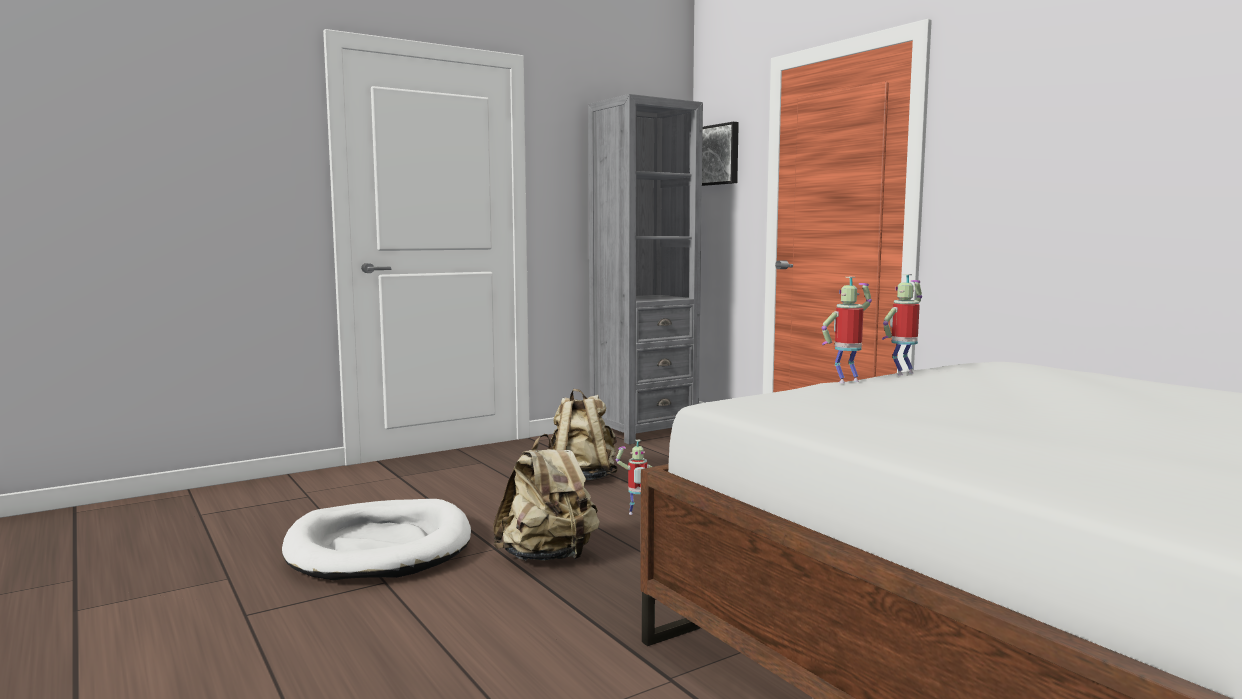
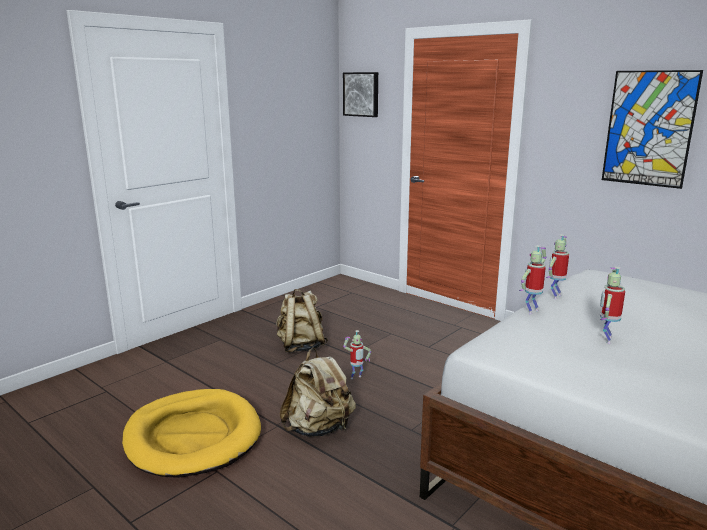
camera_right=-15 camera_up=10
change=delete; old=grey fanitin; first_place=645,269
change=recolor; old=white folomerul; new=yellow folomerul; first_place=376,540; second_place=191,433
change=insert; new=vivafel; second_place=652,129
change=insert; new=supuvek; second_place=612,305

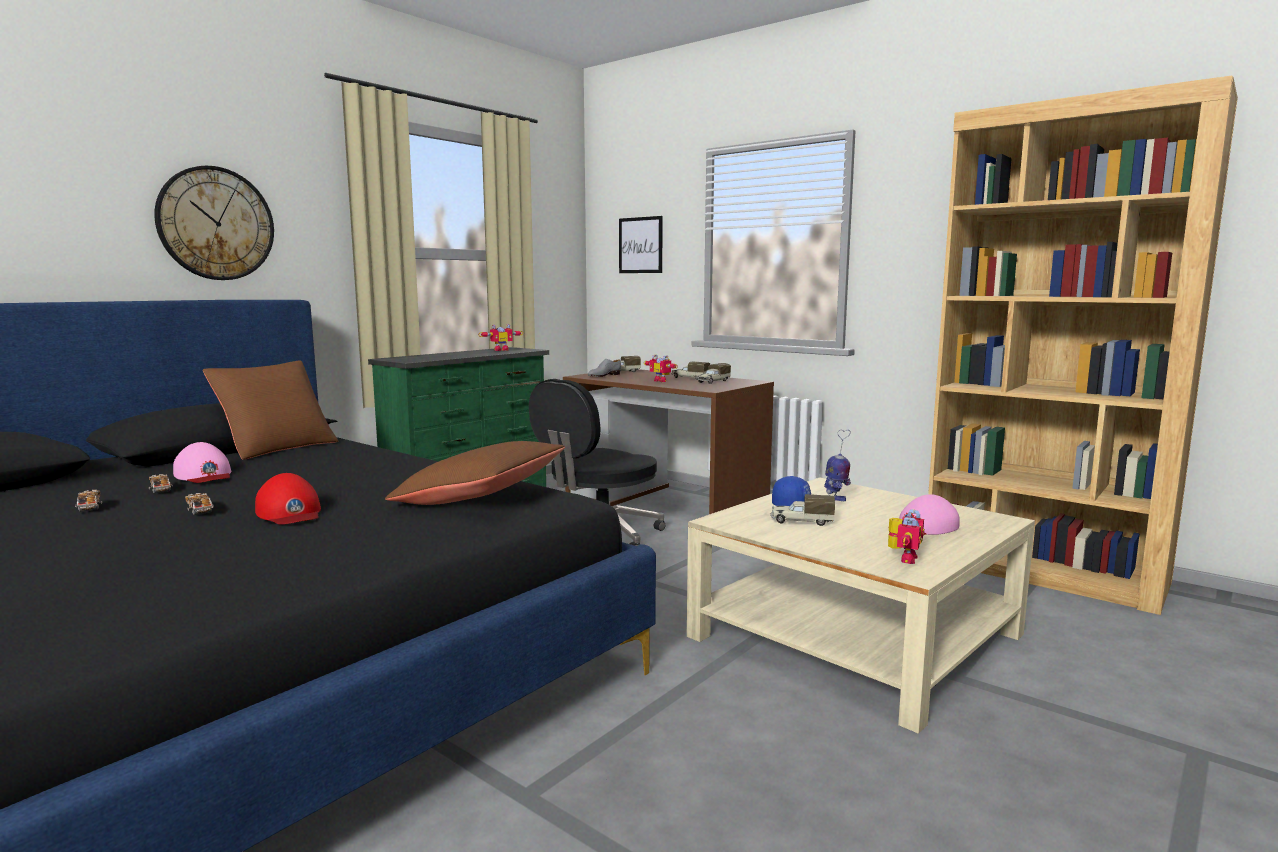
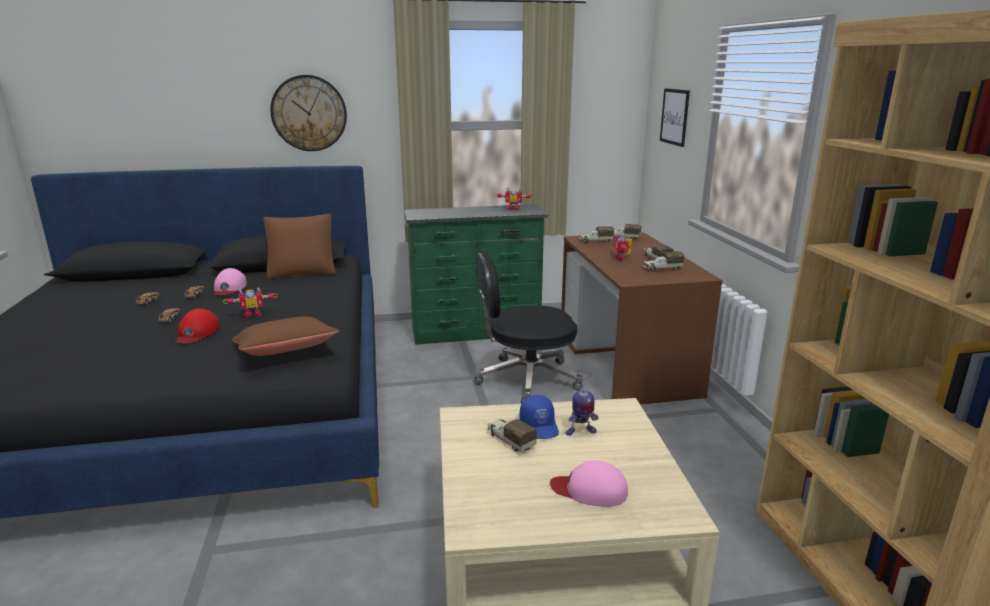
camera_right=40 camera_up=10
change=replace; old=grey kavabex; new=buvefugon; first_place=604,368; second_place=596,234
change=move; old=supuvek; first_place=906,536; second_place=250,302

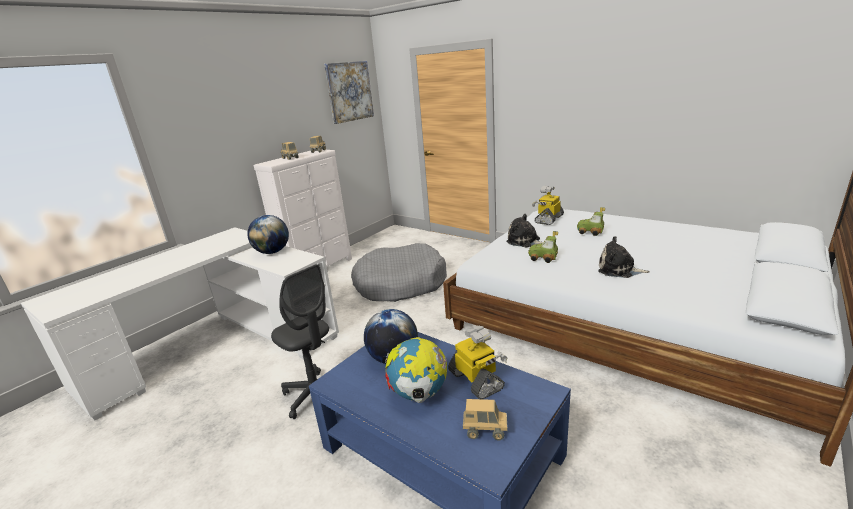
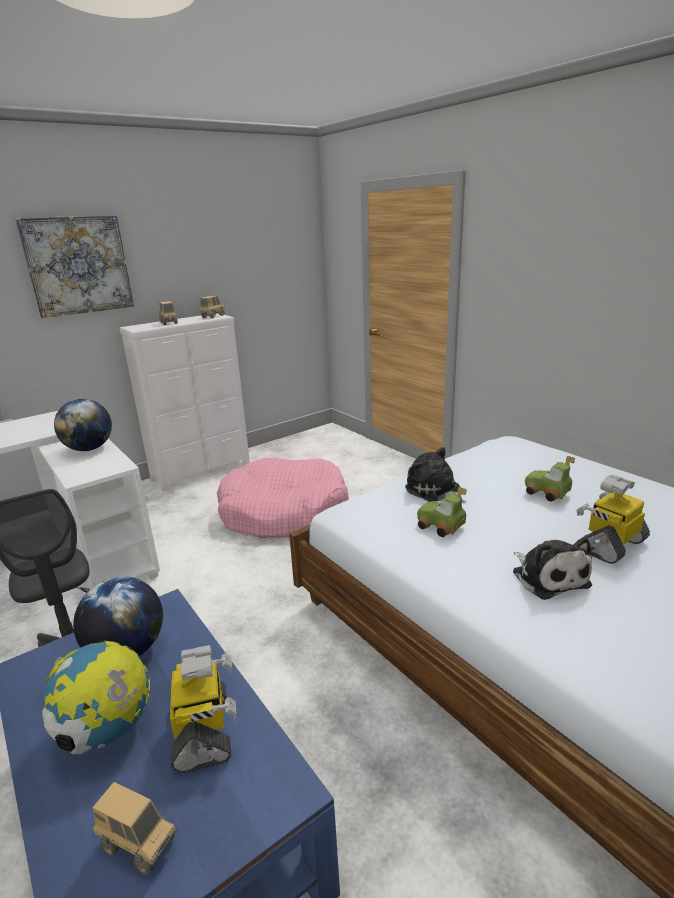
camera_right=15 camera_up=0
change=move; old=vivafel; first_place=349,92; second_place=74,266
change=move; old=supuvek; first_place=548,205; second_place=613,519
change=rotate; old=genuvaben; first_place=624,257; second_place=552,568; degrees=-150
change=recolor; old=grey folomerul; new=pink folomerul; first_place=399,272; second_place=283,498

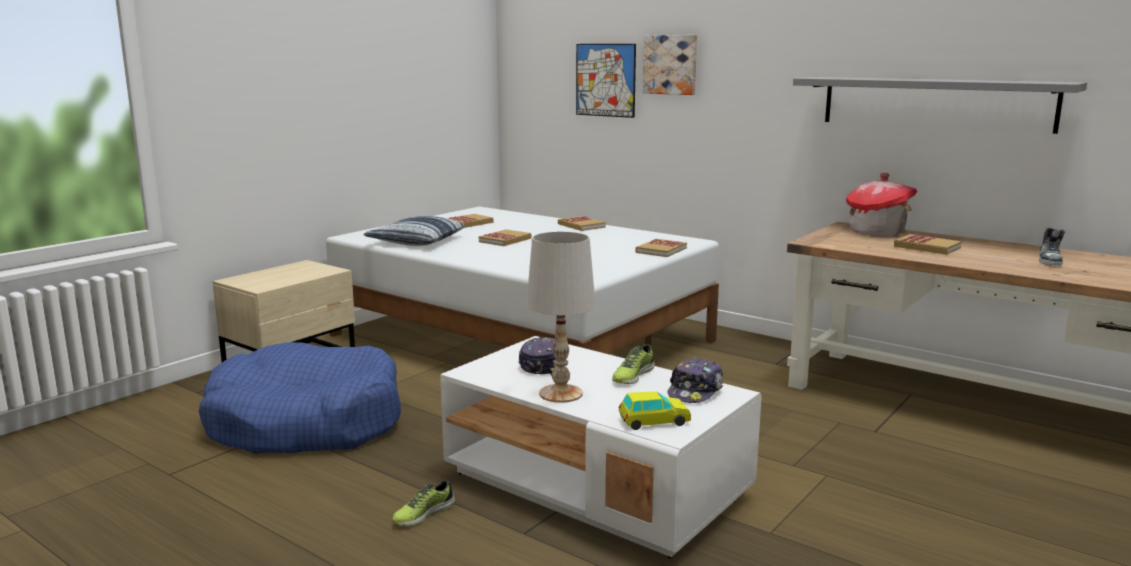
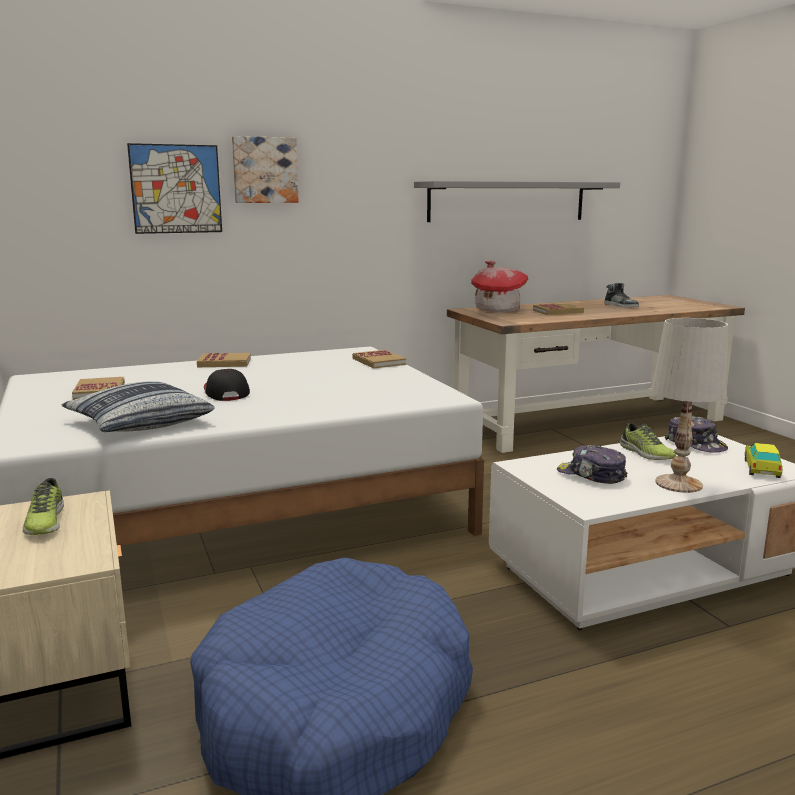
camera_right=-60 camera_up=0
change=replace; old=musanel; new=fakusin; first_place=505,237; second_place=227,385
change=move; old=kavabex; first_place=423,503; second_place=43,506

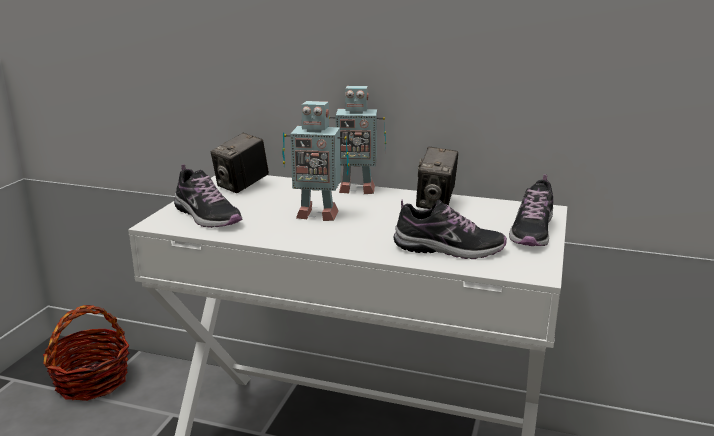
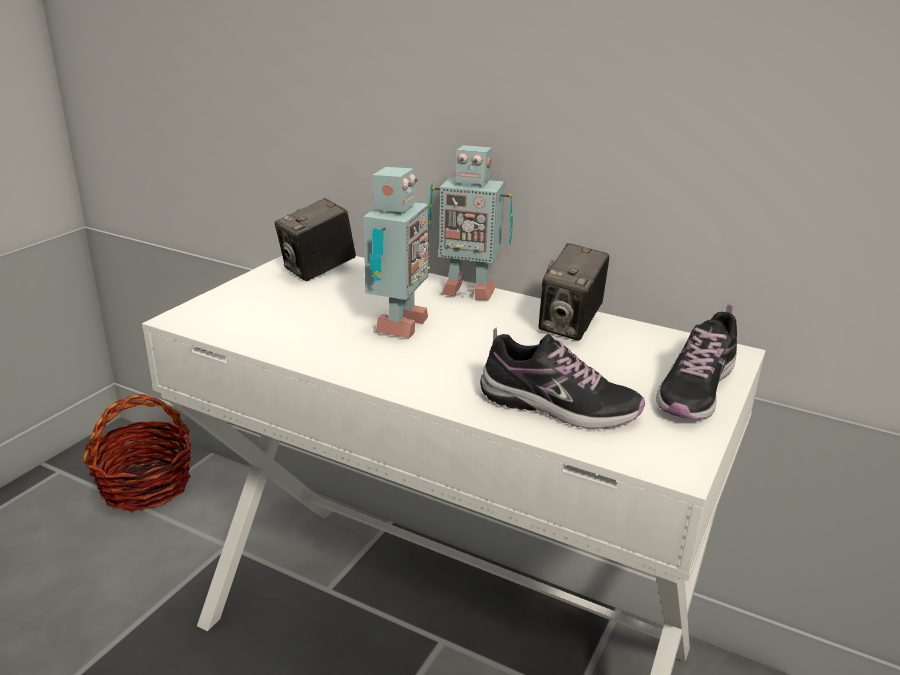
camera_right=10 camera_up=5
change=rotate; old=supuvek; first_place=315,161; second_place=396,252; degrees=-90
change=delete; old=kavabex; first_place=208,196

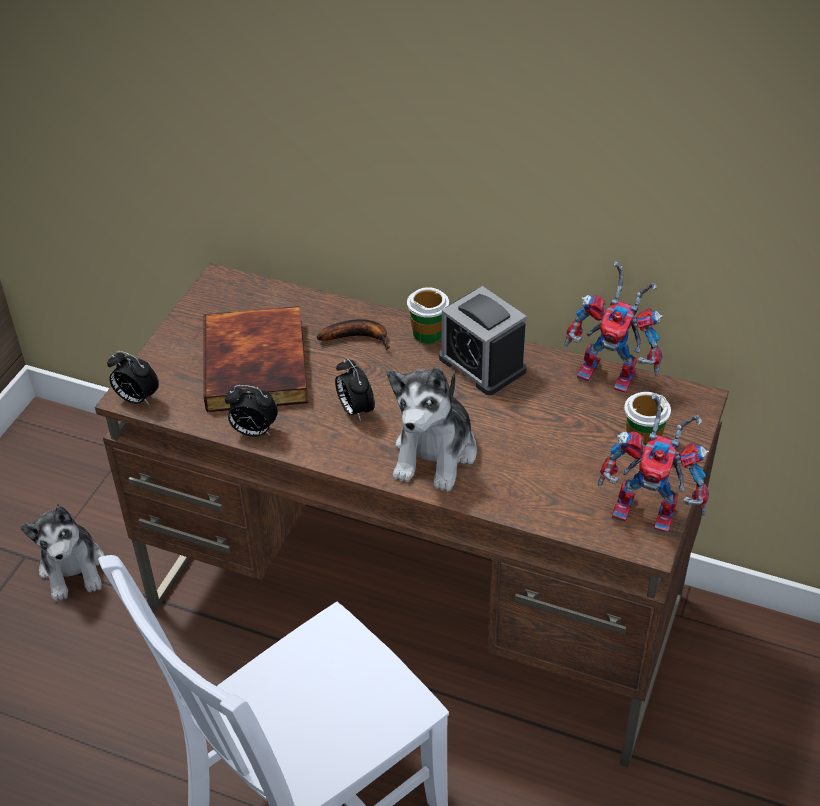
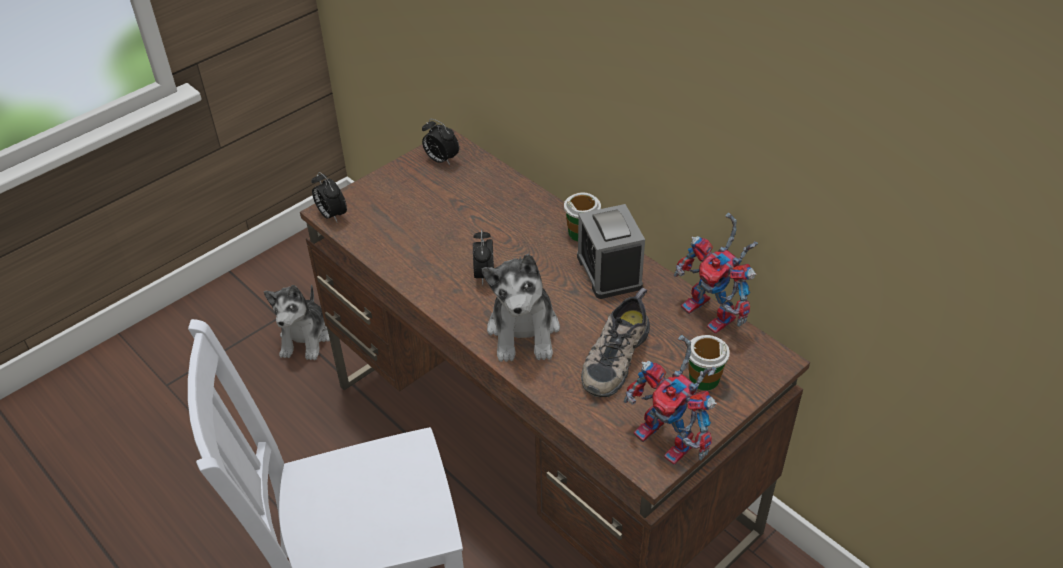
camera_right=25 camera_up=0
change=delete; old=musanel; first_place=256,359
change=delete; old=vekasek; first_place=353,334
change=rotate; old=genuvaben; first_place=432,429; second_place=521,308; degrees=-45
change=move; old=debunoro; first_place=251,411; second_place=440,142
change=insert; new=kavabex; second_place=615,342

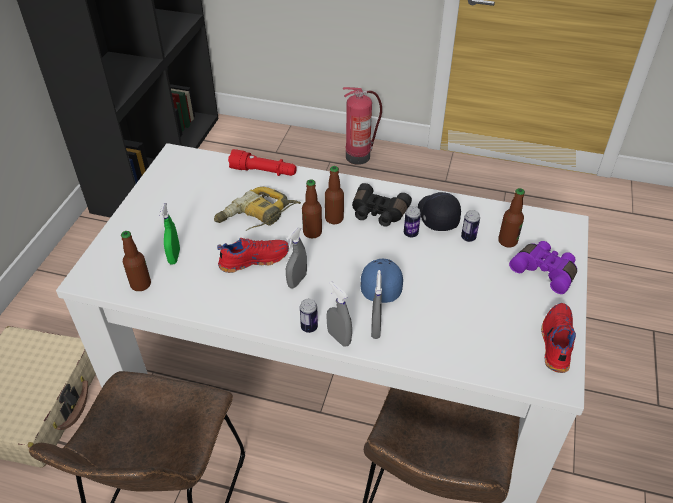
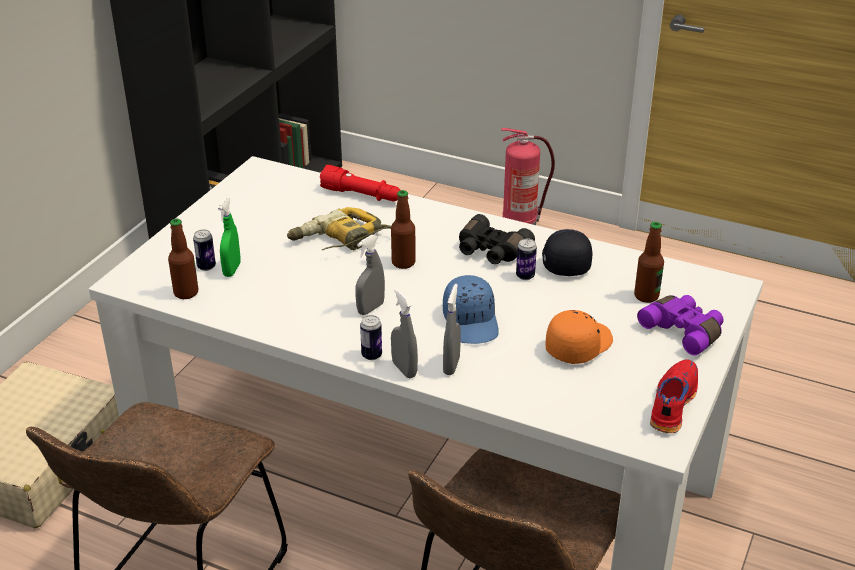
camera_right=10 camera_up=-10
change=delete; old=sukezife; first_place=334,195
change=move; old=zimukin; first_place=470,226; second_place=204,250
change=delete; old=red kavabex; first_place=253,255
change=rotate; old=blue fakusin; first_place=382,281; second_place=471,309; degrees=150
change=insert; new=orange fakusin; second_place=579,337

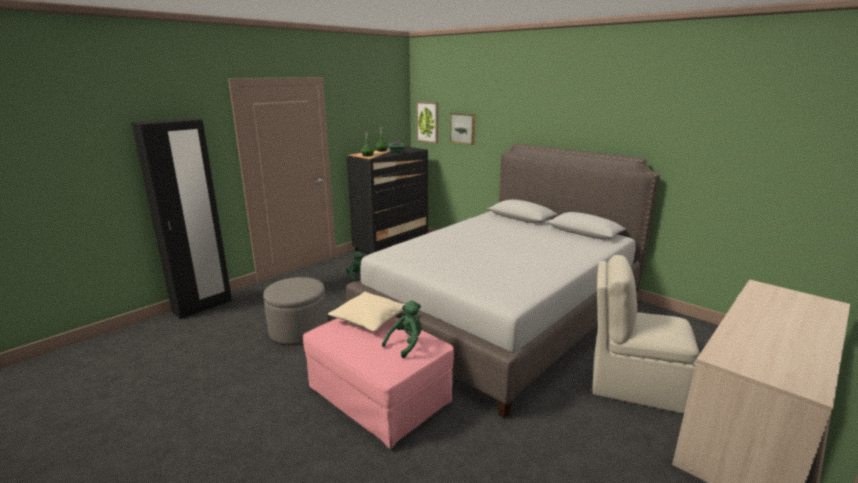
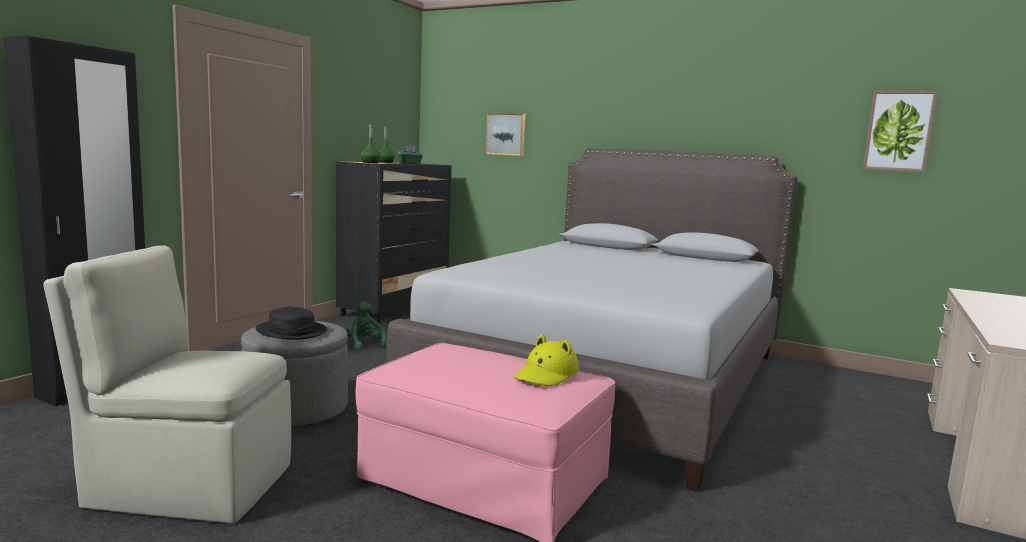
camera_right=-15 camera_up=-10
change=move; old=vivafel; first_place=427,122; second_place=900,131
change=move; old=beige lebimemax; first_place=646,334; second_place=167,384
change=delete; old=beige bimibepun; first_place=366,311
change=replace; old=green genuvaben; new=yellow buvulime; first_place=402,329; second_place=546,360
change=insert; new=black buvulime; second_place=292,323

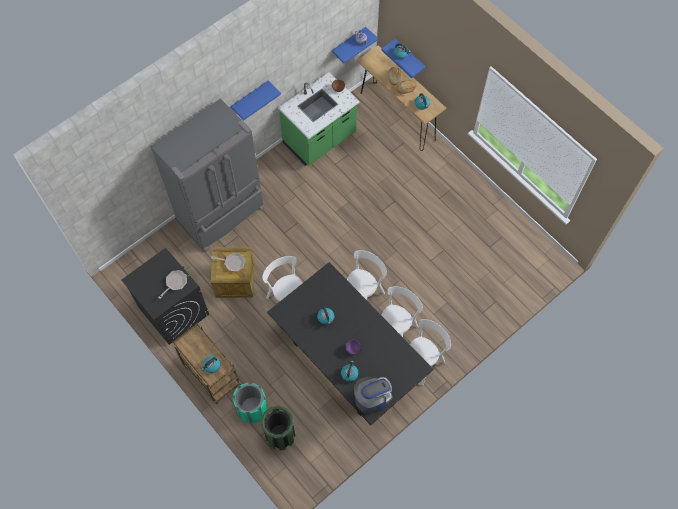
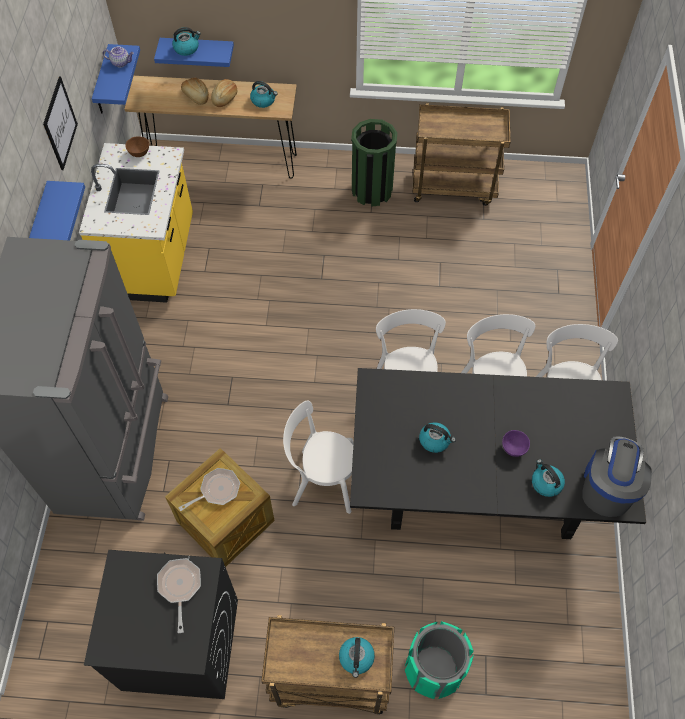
camera_right=-45 camera_up=-5
change=recolor; old=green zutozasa; new=yellow zutozasa; first_place=319,119; second_place=136,223
change=move; old=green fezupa; first_place=278,428; second_place=374,163
change=insert; new=vivafel; second_place=60,123
change=insert; new=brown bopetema; second_place=461,154

